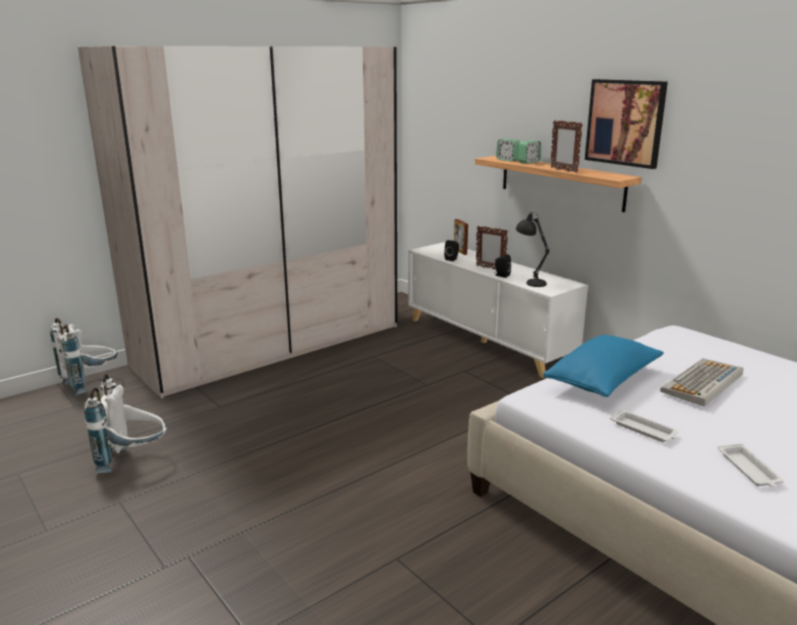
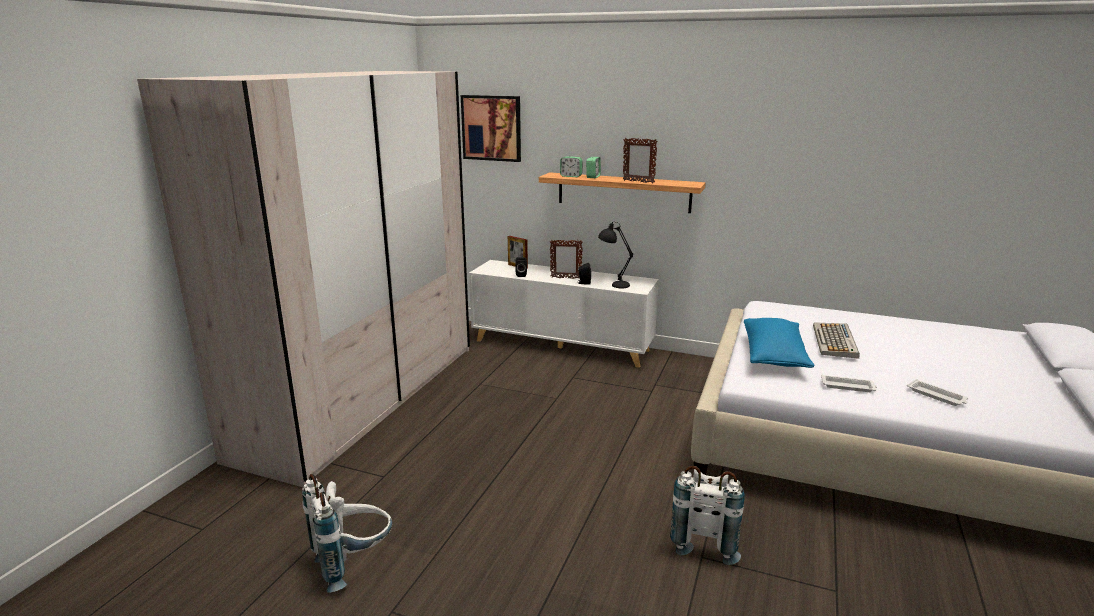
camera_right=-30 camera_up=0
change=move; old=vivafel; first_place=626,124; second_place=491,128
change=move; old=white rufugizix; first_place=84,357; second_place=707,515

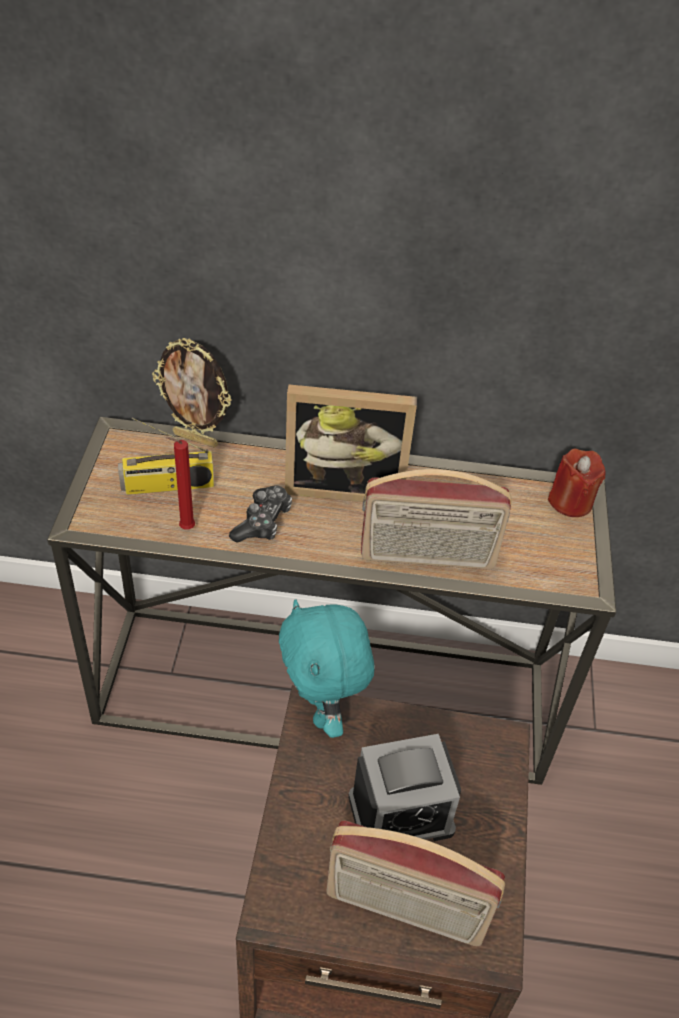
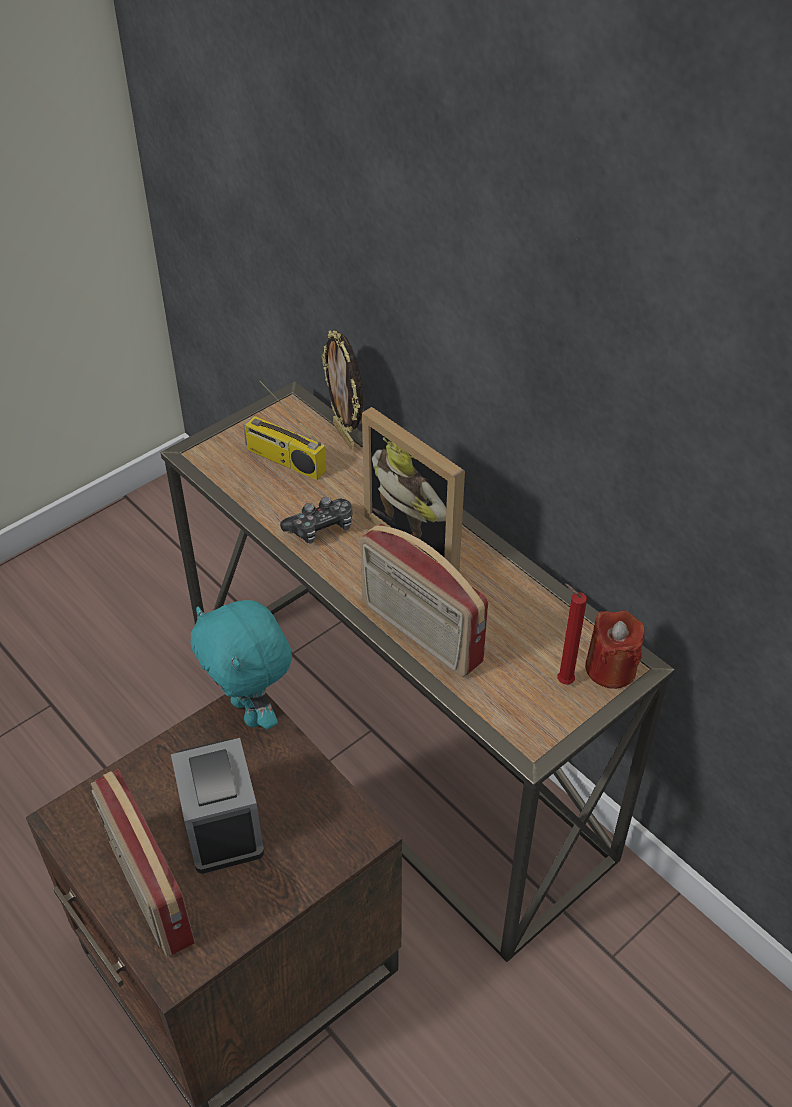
camera_right=45 camera_up=0
change=move; old=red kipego; first_place=180,483; second_place=572,634
change=rotate; old=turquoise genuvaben; first_place=327,668; second_place=241,664; degrees=-60
change=rotate; old=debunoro; first_place=404,787; second_place=217,806; degrees=-135

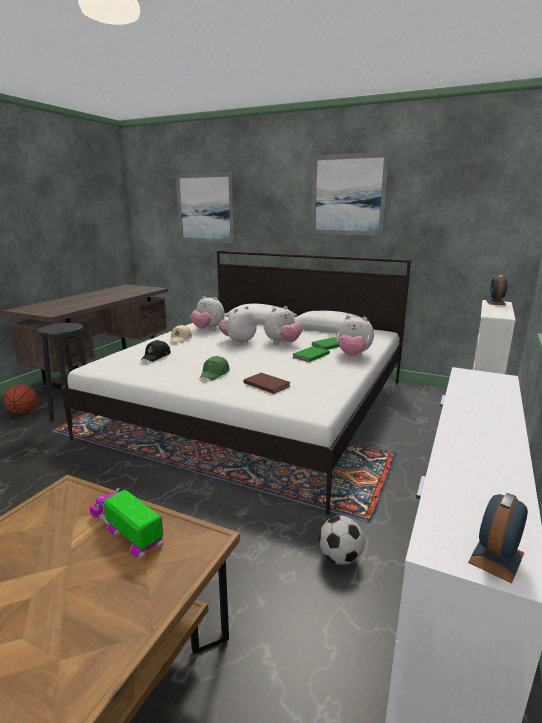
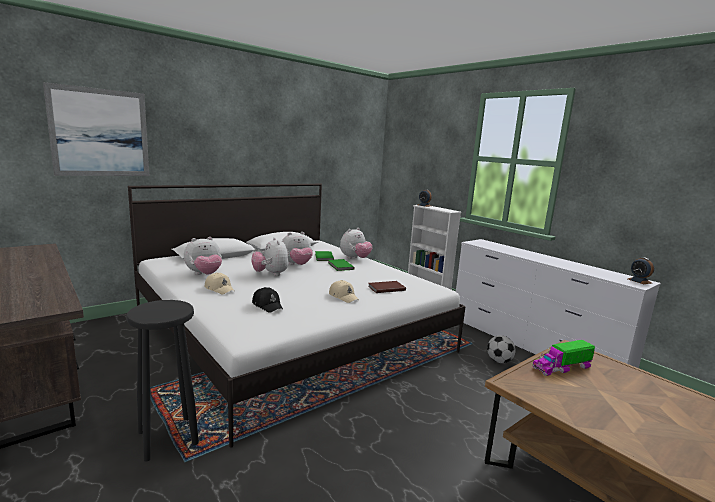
camera_right=-65 camera_up=-5
change=delete; old=vivafel; first_place=350,194
change=rotate; old=genuvaben; first_place=283,325; second_place=297,248; degrees=75
change=recolor; old=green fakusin; new=beige fakusin; first_place=215,368; second_place=344,291
change=delete; old=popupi; first_place=20,399

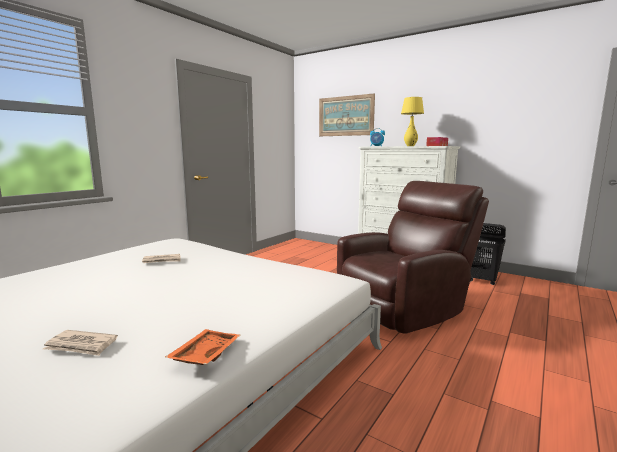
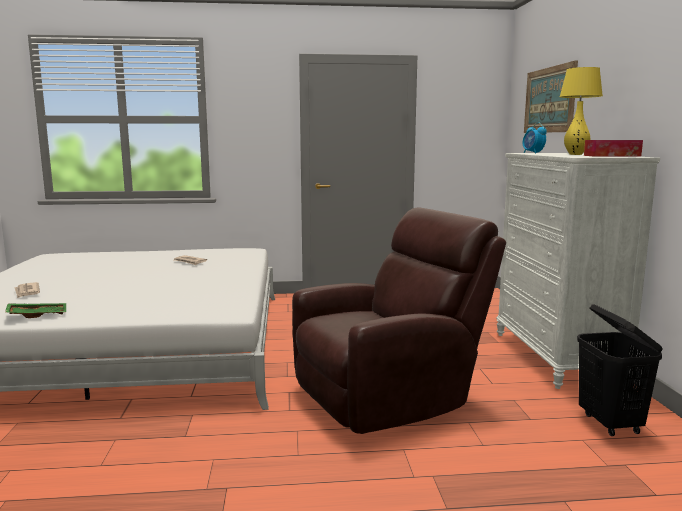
camera_right=50 camera_up=0
change=rotate; old=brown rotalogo; first_place=413,257; second_place=399,321; degrees=-45
change=recolor; old=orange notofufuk; new=green notofufuk; first_place=202,347; second_place=35,310

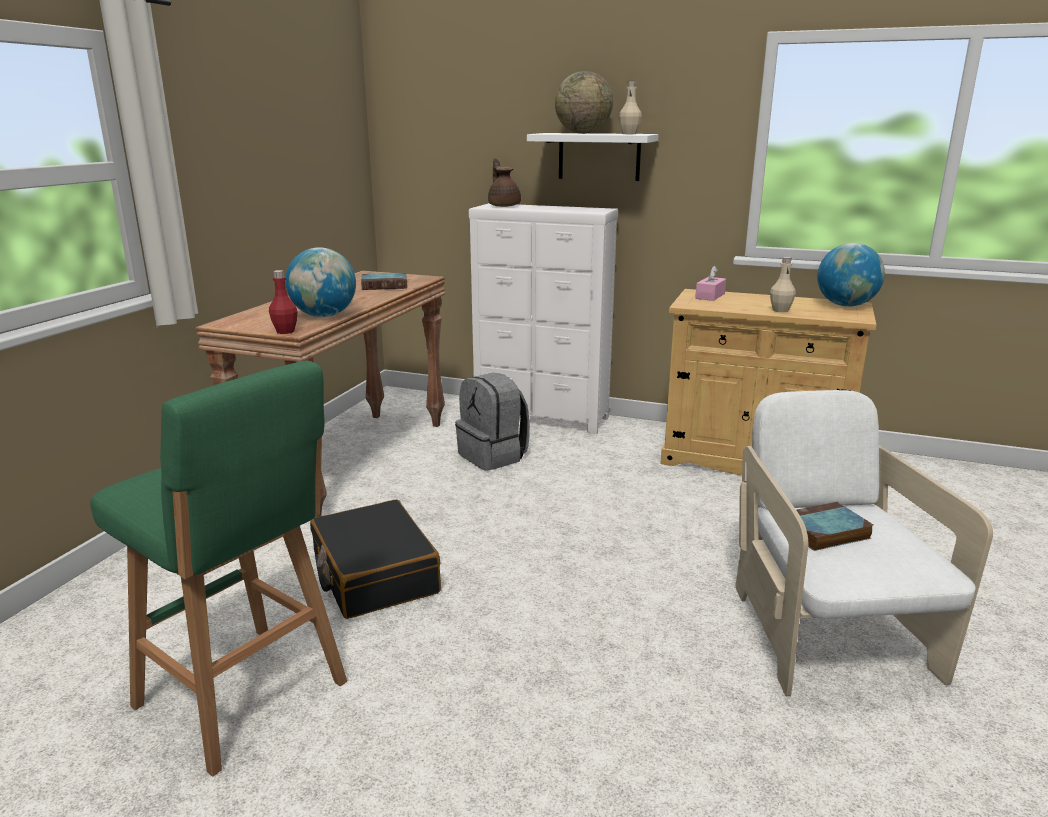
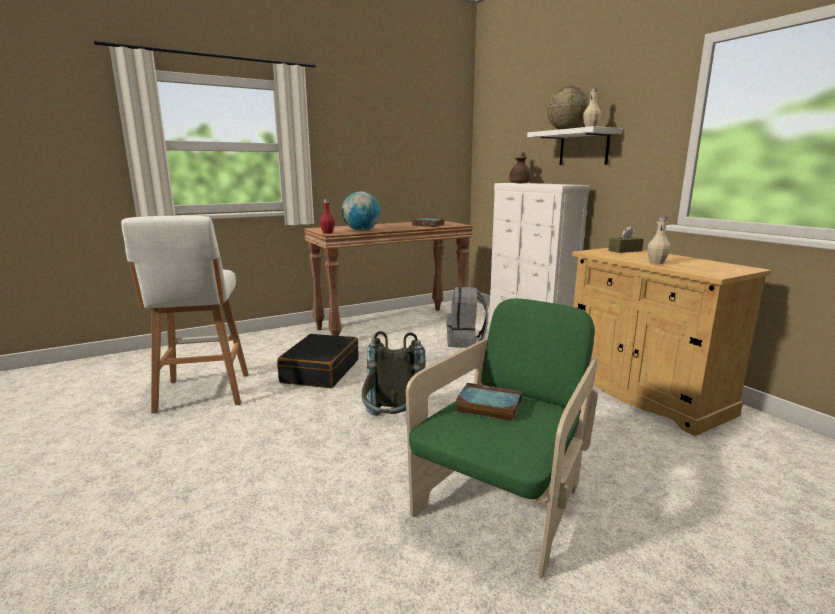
camera_right=40 camera_up=-5
change=delete; old=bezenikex; first_place=851,275
change=recolor; old=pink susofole; new=brown susofole; first_place=710,283; second_place=626,239
change=recolor; old=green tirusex; new=white tirusex; first_place=218,568; second_place=185,314
change=recolor; old=white rotalogo; new=green rotalogo; first_place=864,543; second_place=502,438
change=insert; new=grey rufugizix; second_place=394,373

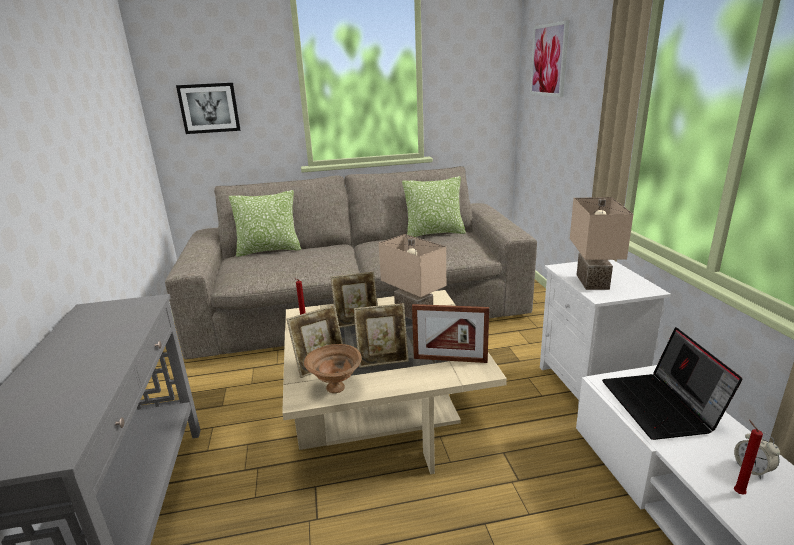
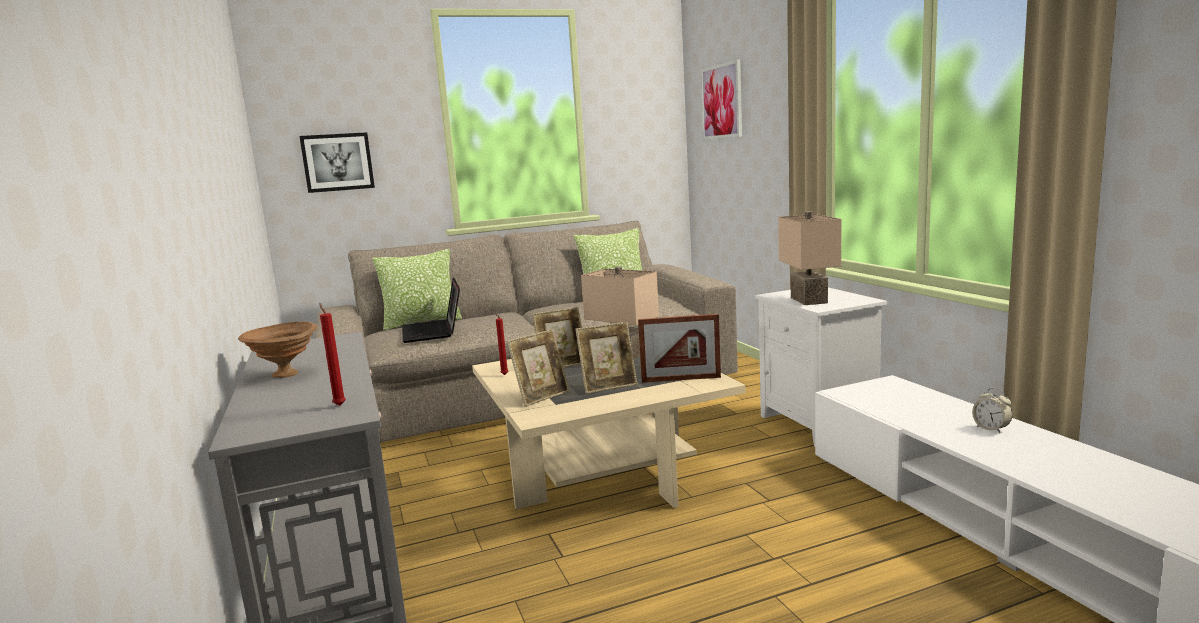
camera_right=-10 camera_up=-10
change=move; old=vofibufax; first_place=672,383; second_place=431,310
change=move; old=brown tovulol; first_place=333,368; second_place=277,349
change=move; old=red kipego; first_place=748,457; second_place=332,354

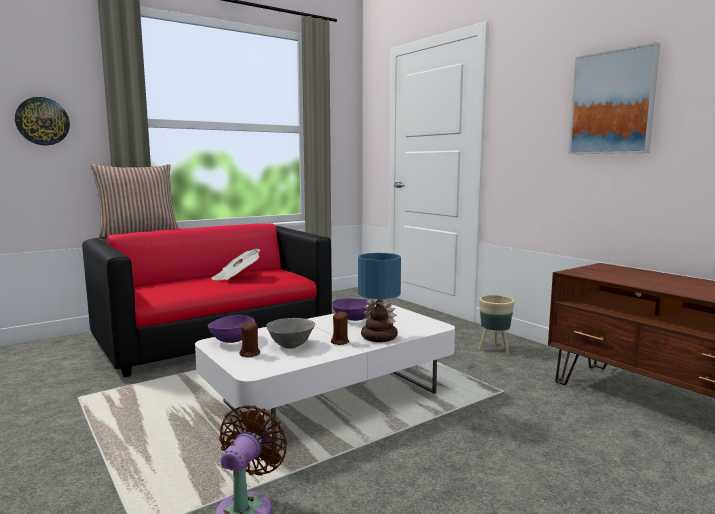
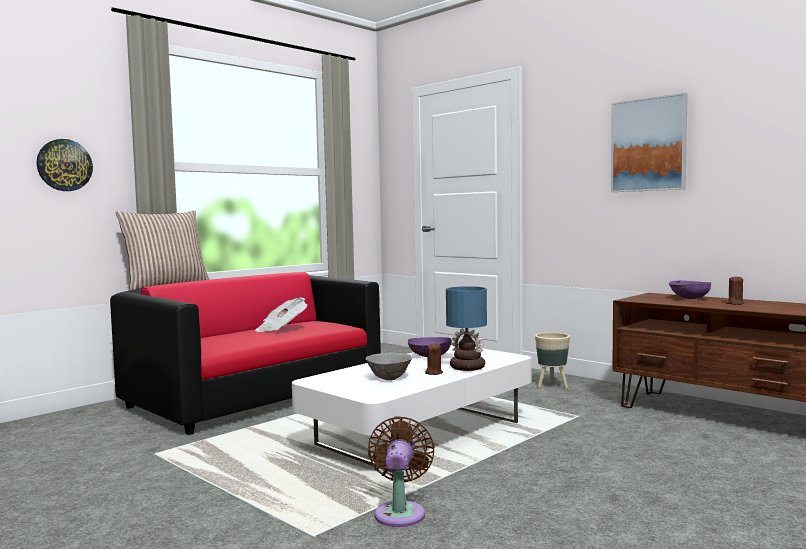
camera_right=-10 camera_up=-5
change=move; old=purple tovulol; first_place=231,329; second_place=690,289
change=move; old=brown kipego; first_place=250,339; second_place=735,290

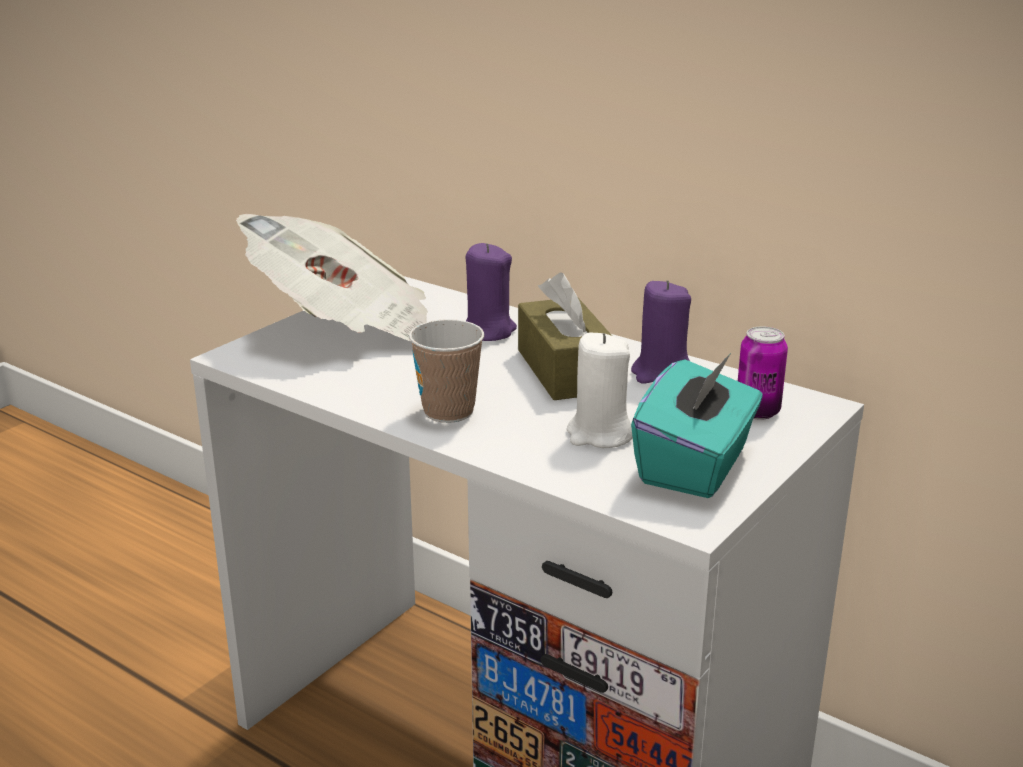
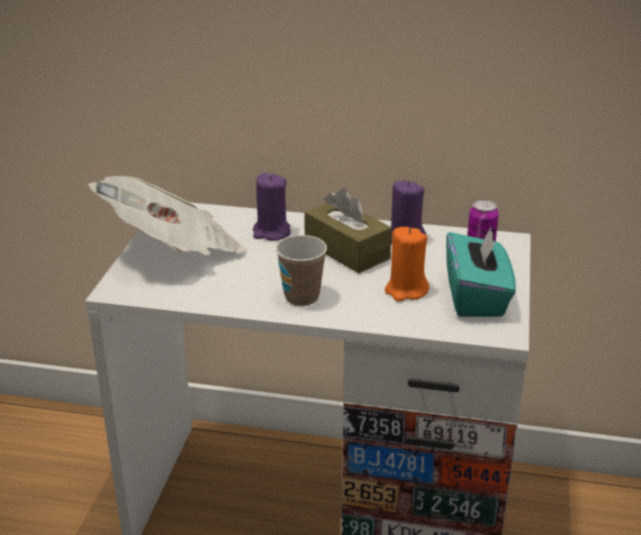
camera_right=-25 camera_up=5
change=recolor; old=white kipego; new=orange kipego; first_place=599,390; second_place=407,264

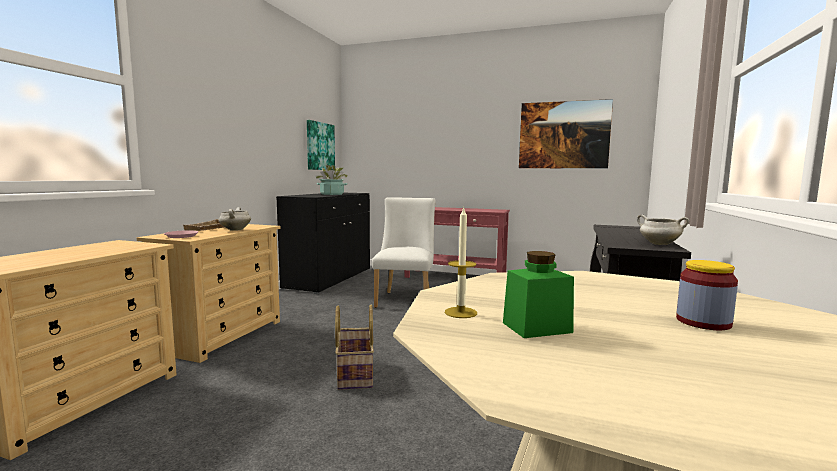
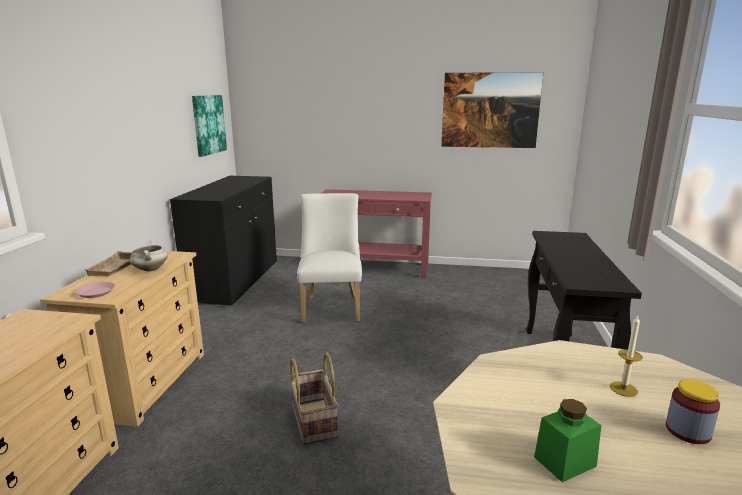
camera_right=-10 camera_up=10
change=delete; old=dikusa; first_place=332,180
change=move; old=kipego; first_place=461,262; second_place=626,356
change=delete; old=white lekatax; first_place=663,229

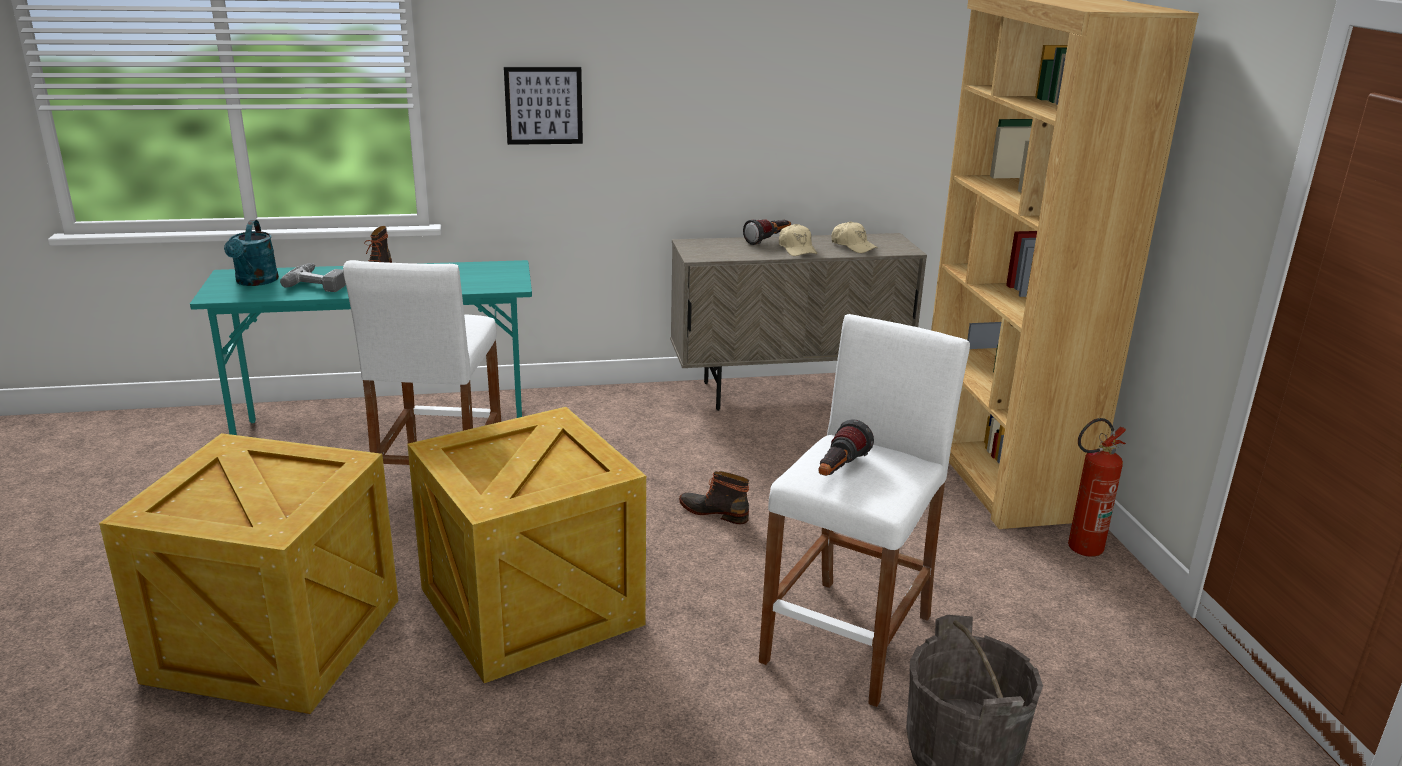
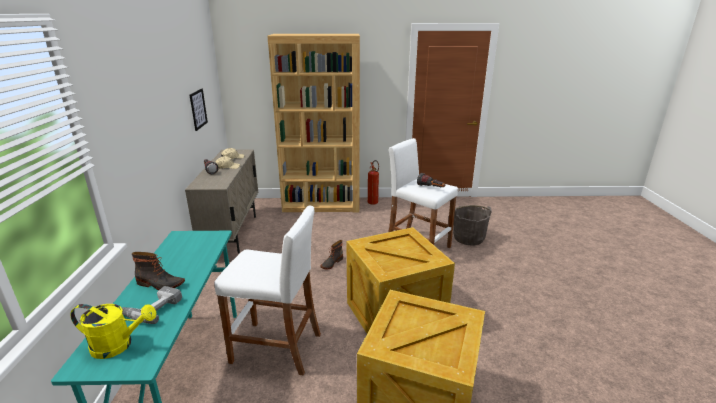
camera_right=-80 camera_up=0
change=move; old=vivafel; first_place=543,106; second_place=199,110
change=recolor; old=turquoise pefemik; new=yellow pefemik; first_place=251,253; second_place=113,331

